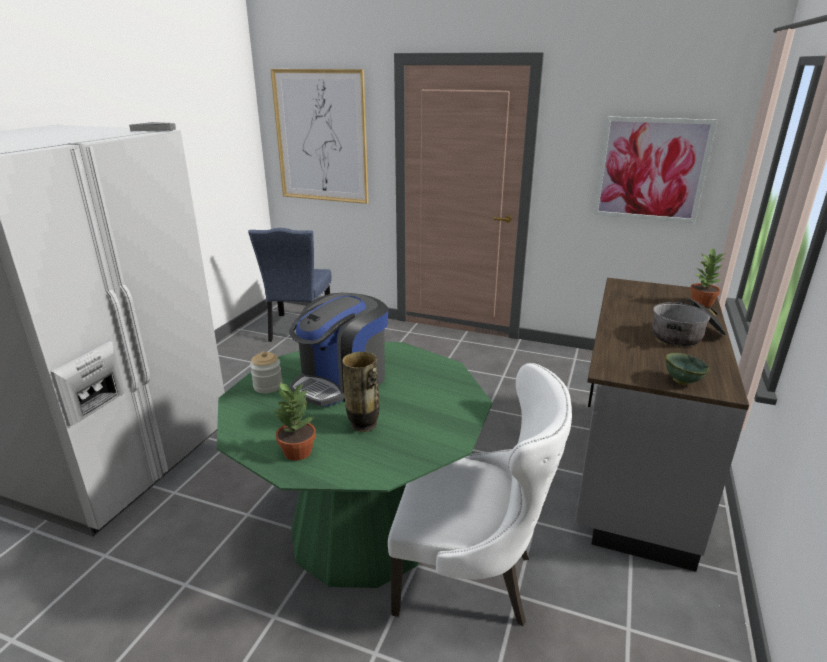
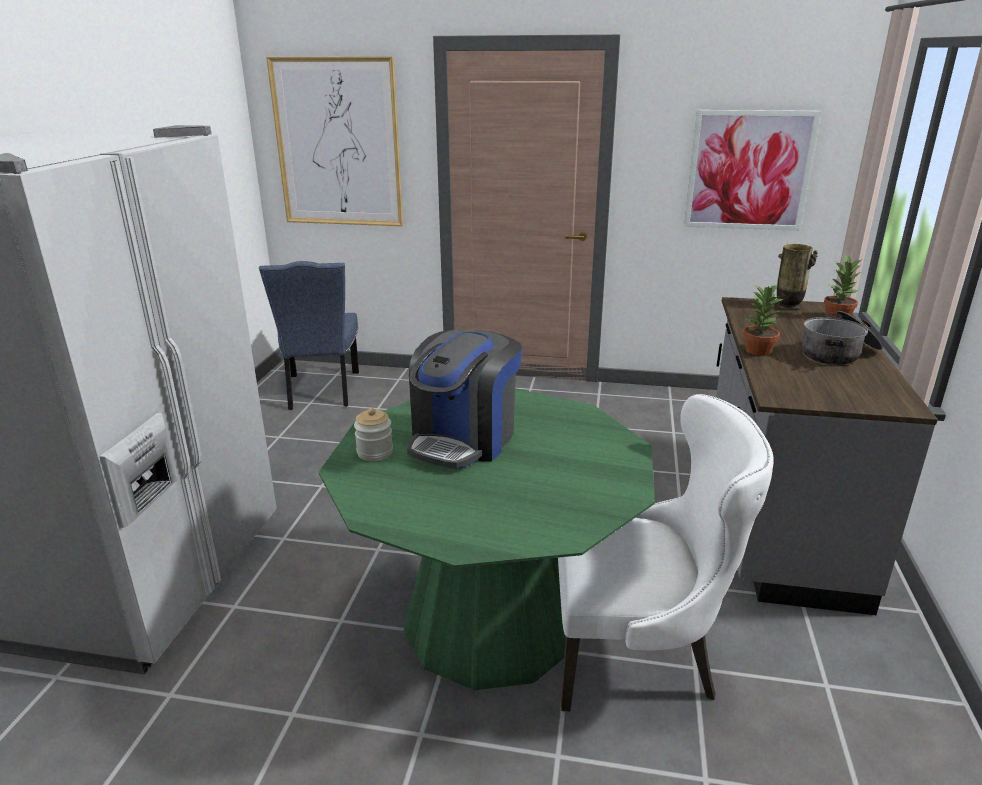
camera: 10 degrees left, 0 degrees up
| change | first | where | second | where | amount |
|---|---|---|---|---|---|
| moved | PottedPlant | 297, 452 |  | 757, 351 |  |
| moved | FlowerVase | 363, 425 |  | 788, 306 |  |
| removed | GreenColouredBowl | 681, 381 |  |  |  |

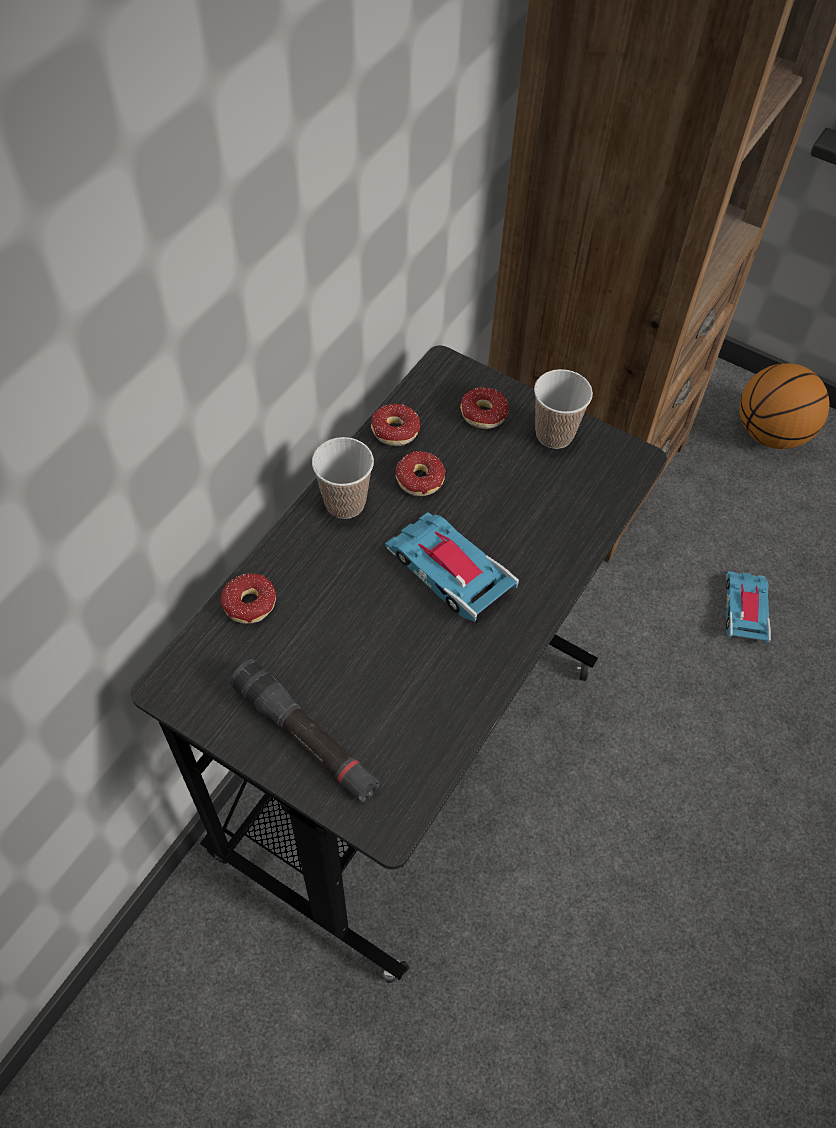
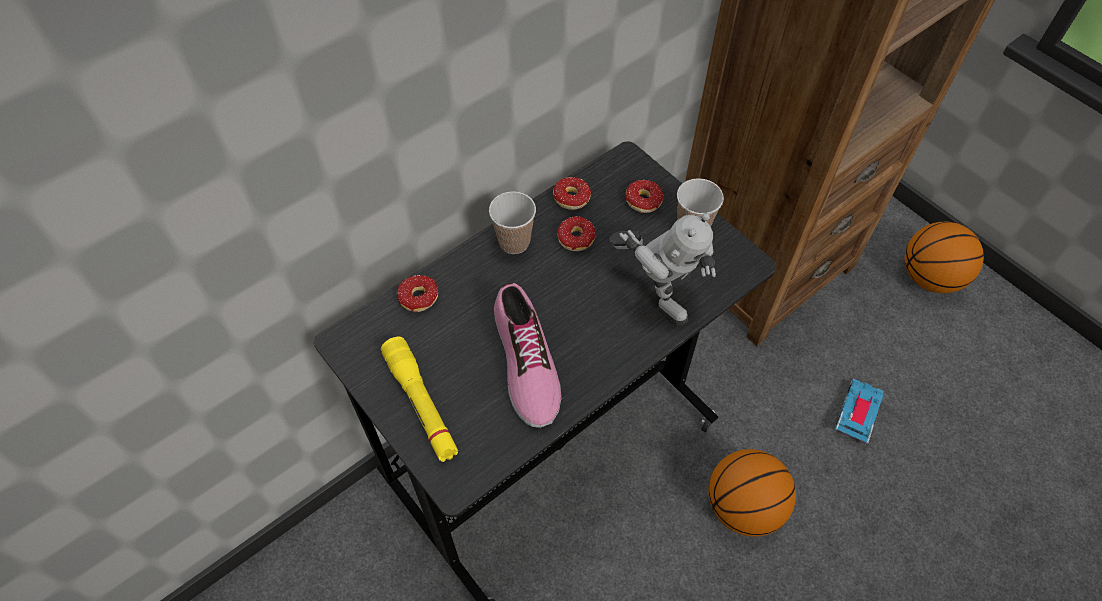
camera: 20 degrees right, 0 degrees up
| change | first | where | second | where | amount |
|---|---|---|---|---|---|
| recoloured | BlackishFlashlight | 306, 738 | YellowColouredFlashlight | 421, 404 |  |
| added |  |  | LowShoe | 524, 363 |  |
| added |  |  | ToyRobot | 657, 293 |  |
| added |  |  | Basketball | 742, 506 |  |
| removed | MiniatureCar | 449, 570 |  |  |  |

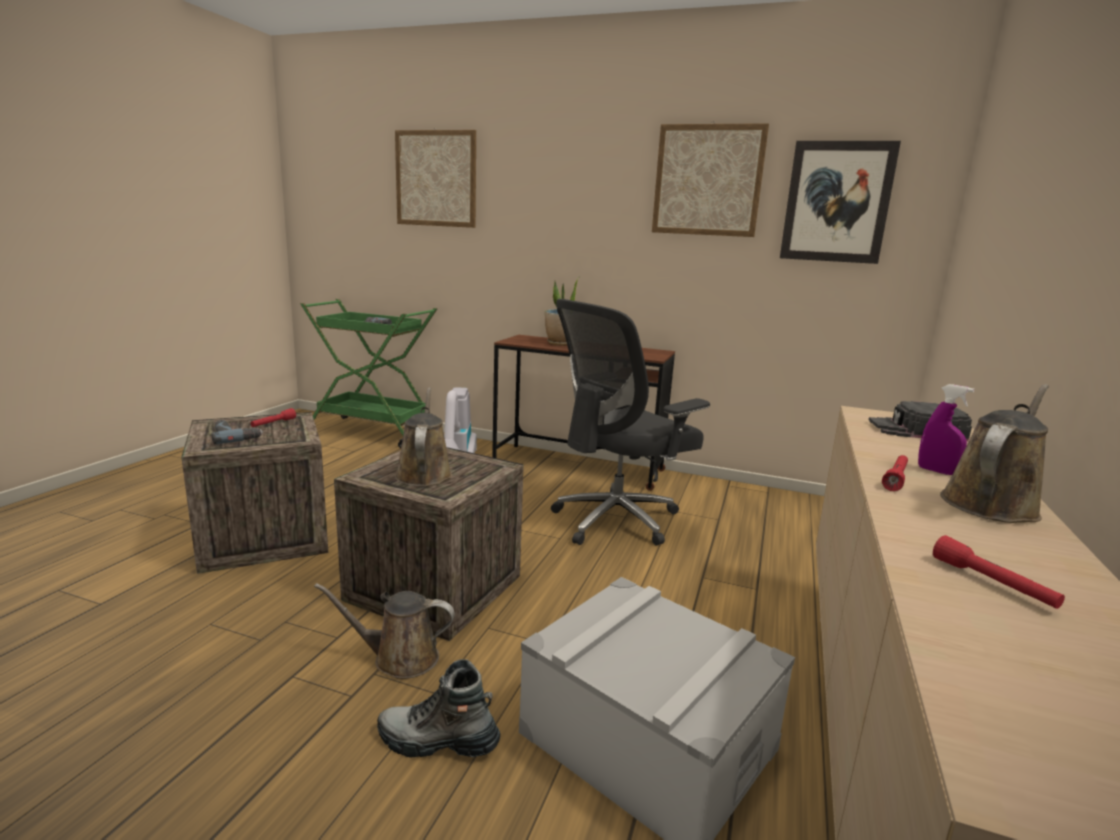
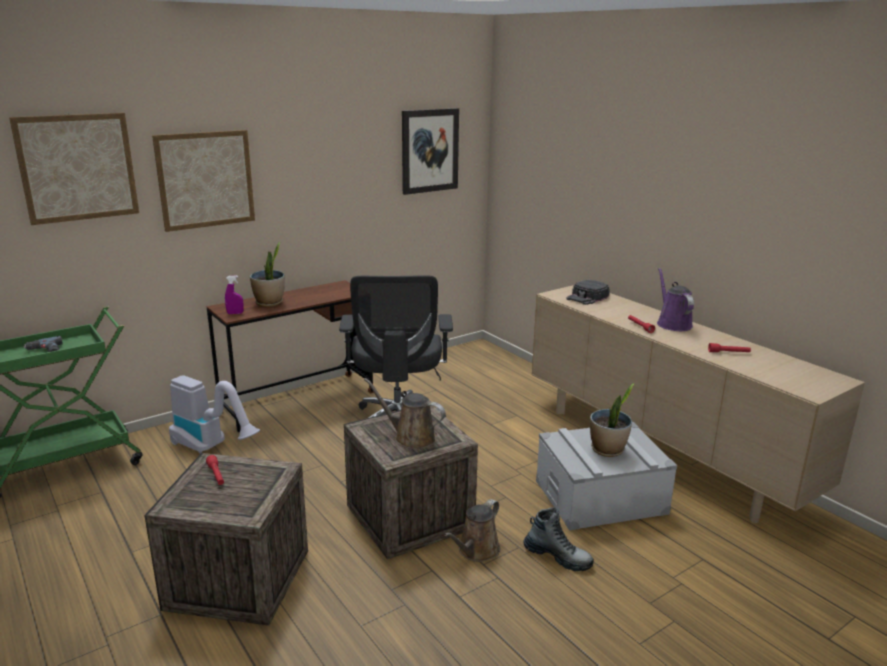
camera: 55 degrees left, 5 degrees up
| change | first | where | second | where | amount |
|---|---|---|---|---|---|
| moved | WallArt | 708, 179 |  | 205, 178 |  |
| moved | PurplishHandSprayer | 936, 471 |  | 235, 313 |  |
| turned | Boot | 437, 741 |  | 557, 557 | 105 degrees counterclockwise |
| added |  |  | PottedPlant | 608, 450 |  |
| recoloured | BrownSprinklingCan | 991, 503 | PurplishSprinklingCan | 672, 323 |  |
| removed | Drill | 235, 436 |  |  |  |

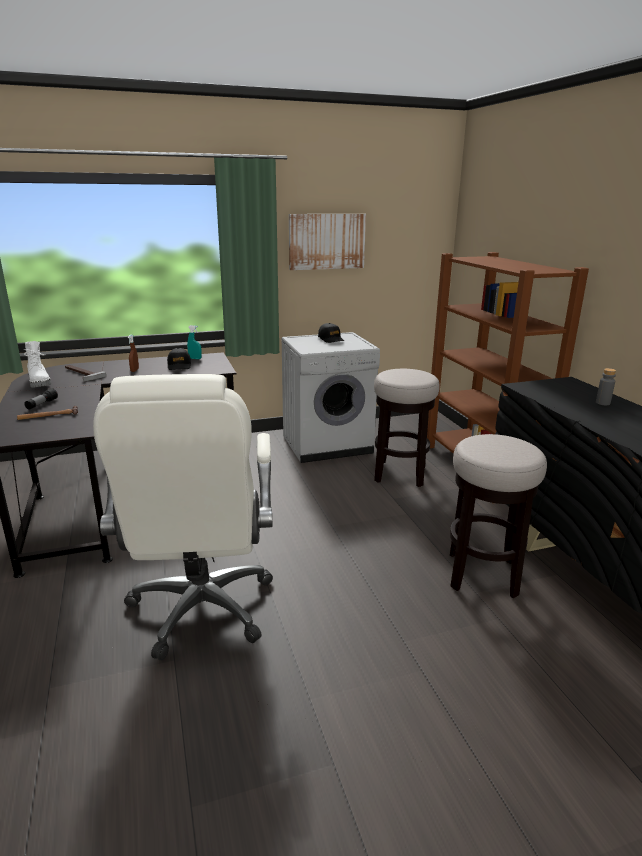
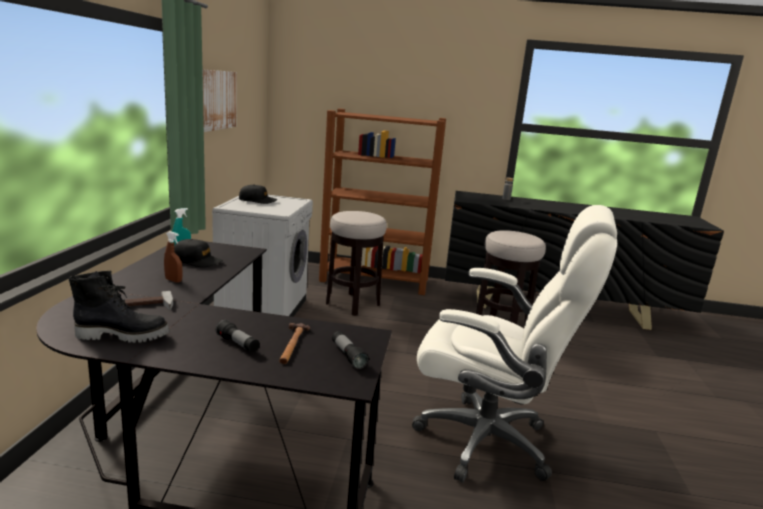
camera: 65 degrees left, 5 degrees down
| change | first | where | second | where | amount |
|---|---|---|---|---|---|
| recoloured | WhiteColouredBoot | 40, 382 | BlackishBoot | 123, 335 |  |
| added |  |  | Flashlight | 348, 356 |  |

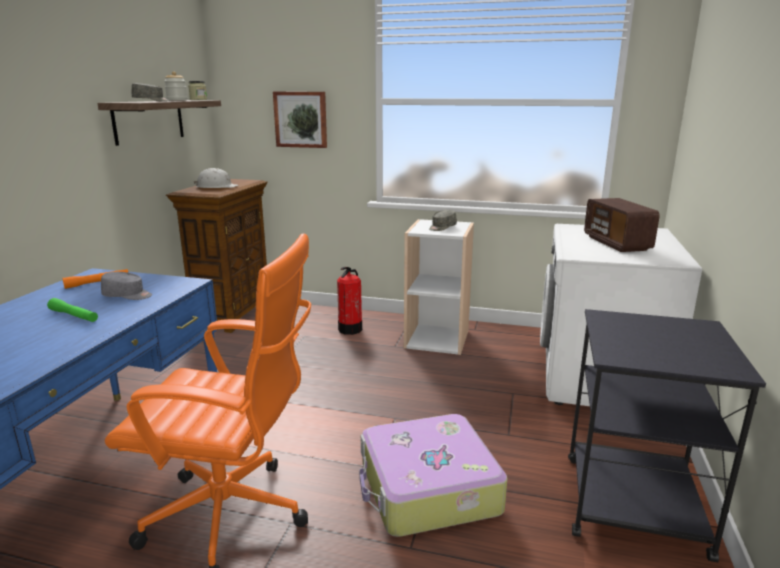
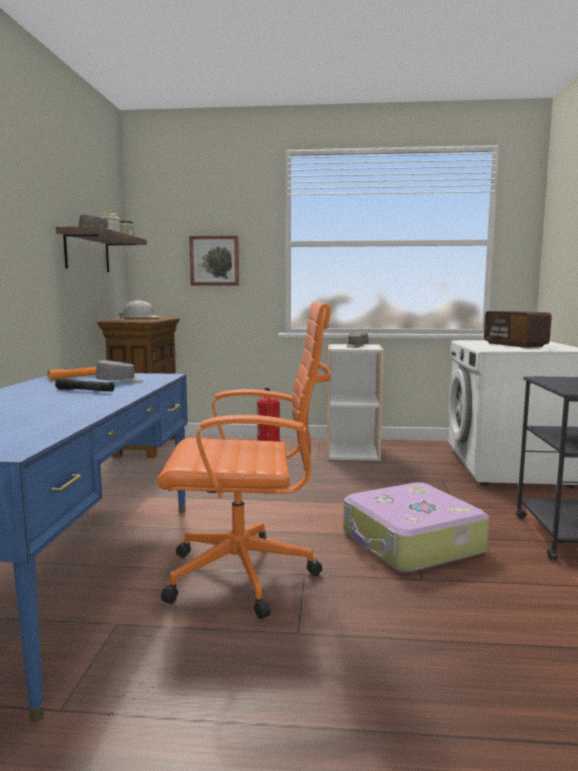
camera: 10 degrees left, 10 degrees down
| change | first | where | second | where | amount |
|---|---|---|---|---|---|
| recoloured | GreenColouredFlashlight | 74, 316 | BlackishFlashlight | 85, 391 |  |

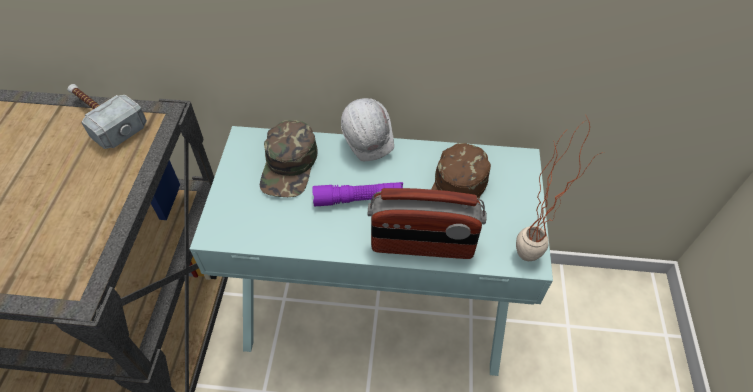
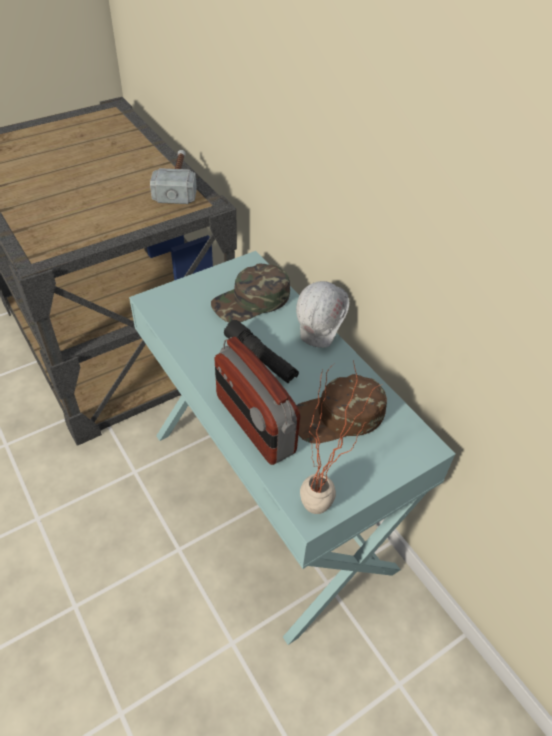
camera: 50 degrees right, 5 degrees down
| change | first | where | second | where | amount |
|---|---|---|---|---|---|
| recoloured | PurplishFlashlight | 358, 199 | BlackishFlashlight | 260, 358 |  |

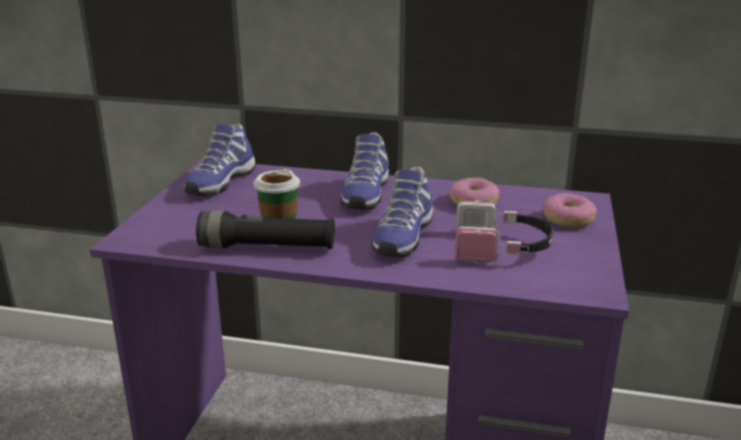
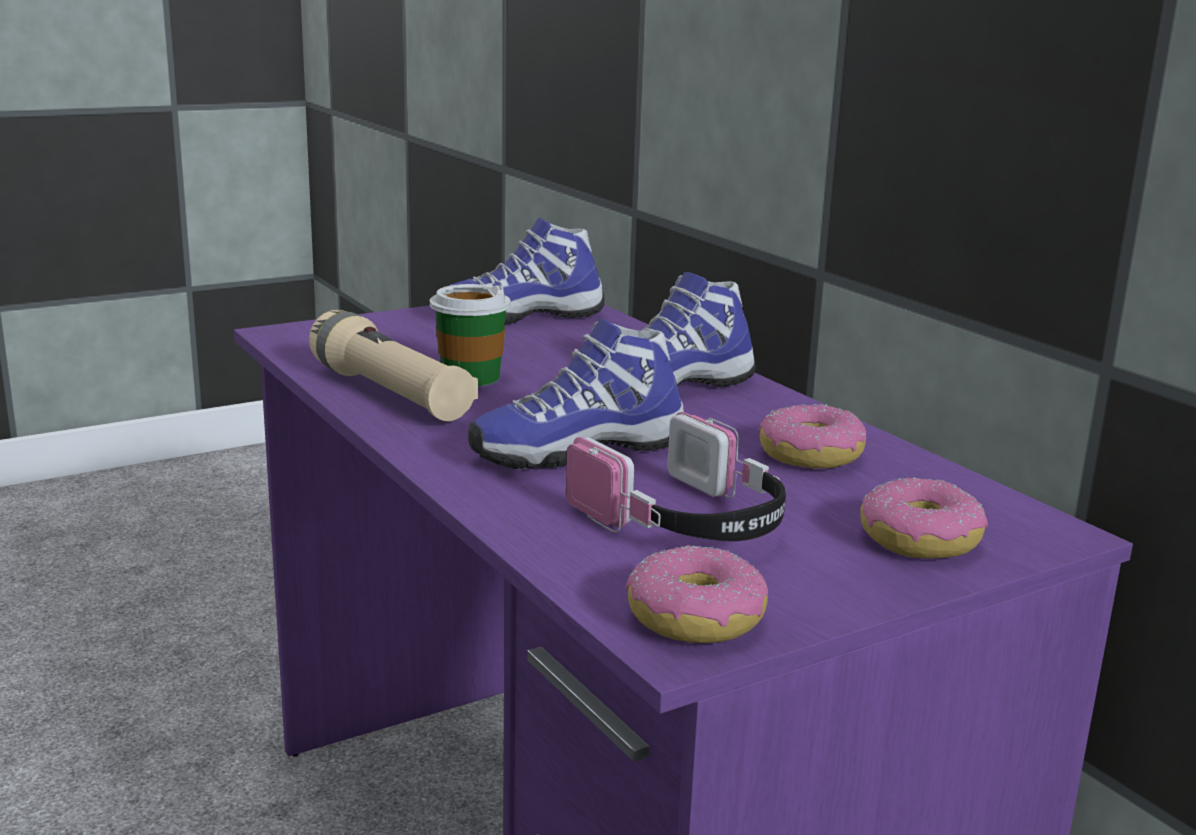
camera: 45 degrees right, 5 degrees down
| change | first | where | second | where | amount |
|---|---|---|---|---|---|
| recoloured | BlackishFlashlight | 267, 248 | SandColouredFlashlight | 390, 394 |  |
| added |  |  | Donut | 696, 618 |  |

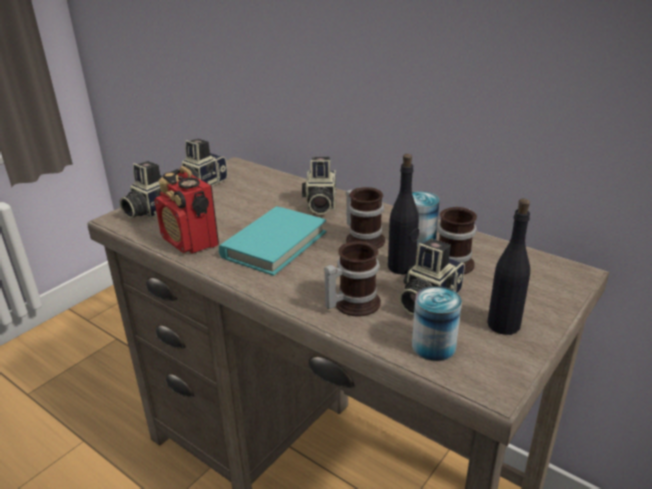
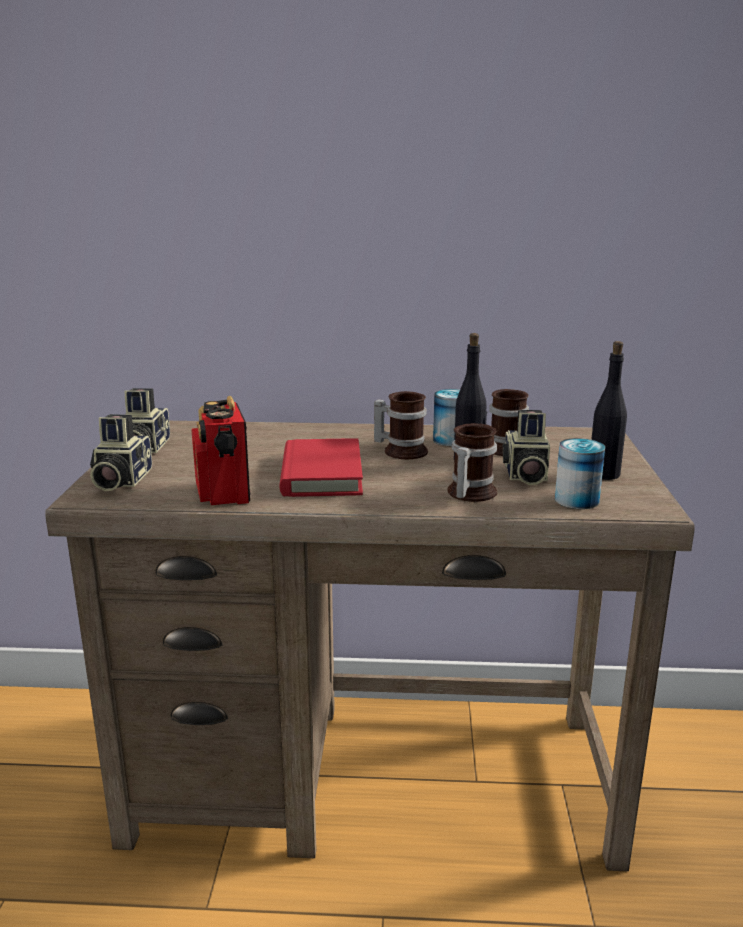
camera: 35 degrees left, 10 degrees down
| change | first | where | second | where | amount |
|---|---|---|---|---|---|
| turned | RadioReceiver | 190, 242 |  | 223, 493 | 60 degrees clockwise |
| recoloured | BlueGreenBook | 274, 244 | RedBook | 321, 474 |  |
| removed | PhotoCamera | 319, 204 |  |  |  |

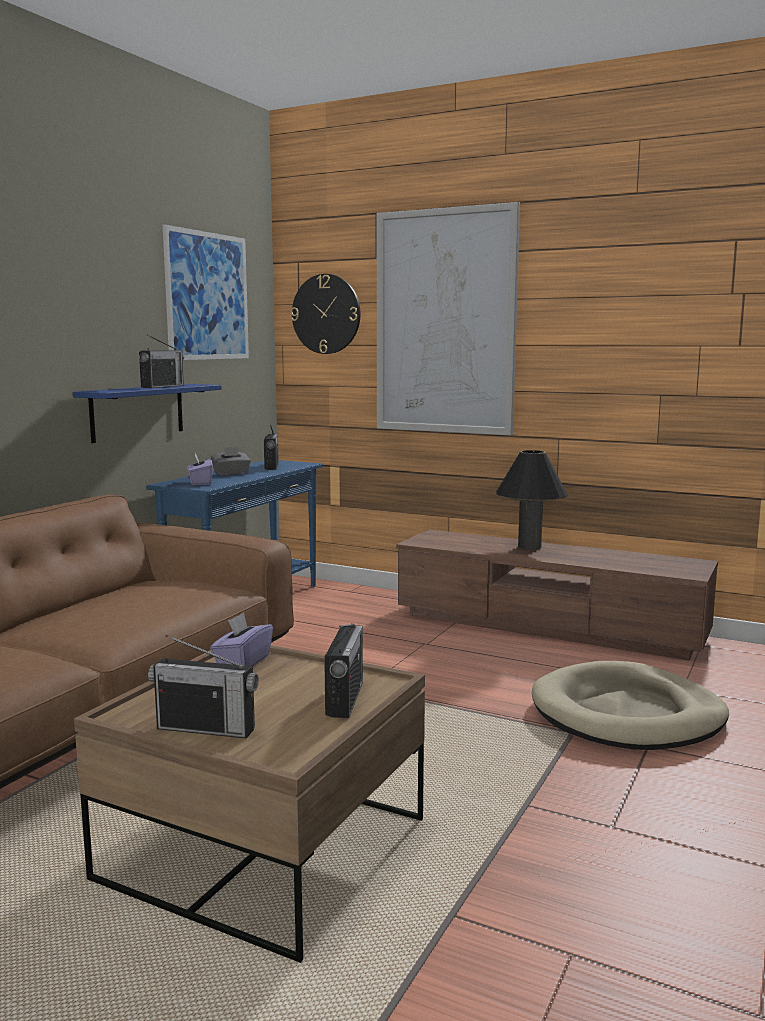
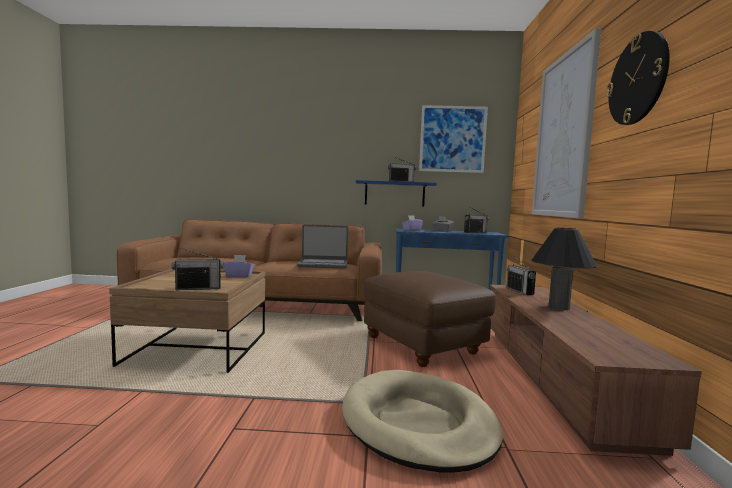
camera: 65 degrees right, 5 degrees down
| change | first | where | second | where | amount |
|---|---|---|---|---|---|
| added |  |  | Laptop | 323, 264 |  |
| added |  |  | BrownOttoman | 423, 344 |  |
| moved | RadioReceiver | 206, 728 |  | 519, 291 |  |
| moved | ClockOnTheWall | 326, 314 |  | 637, 79 |  |

